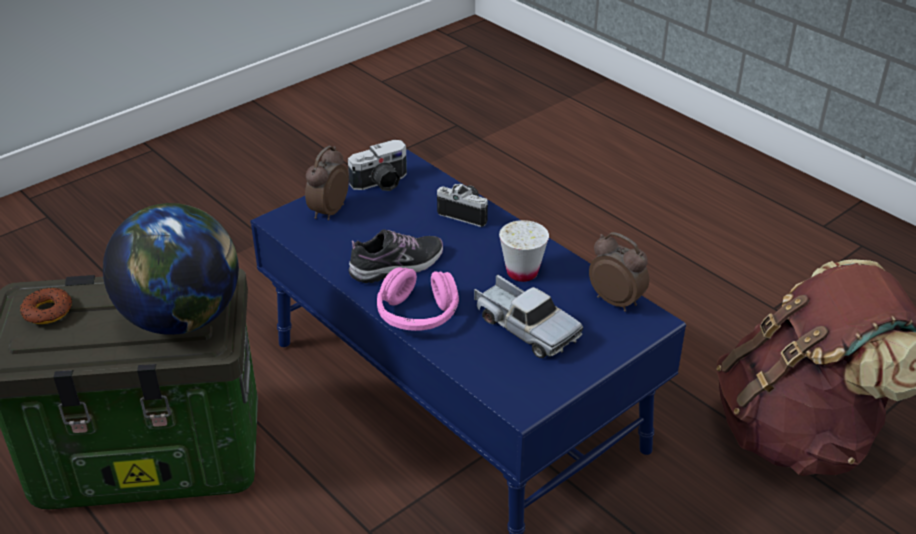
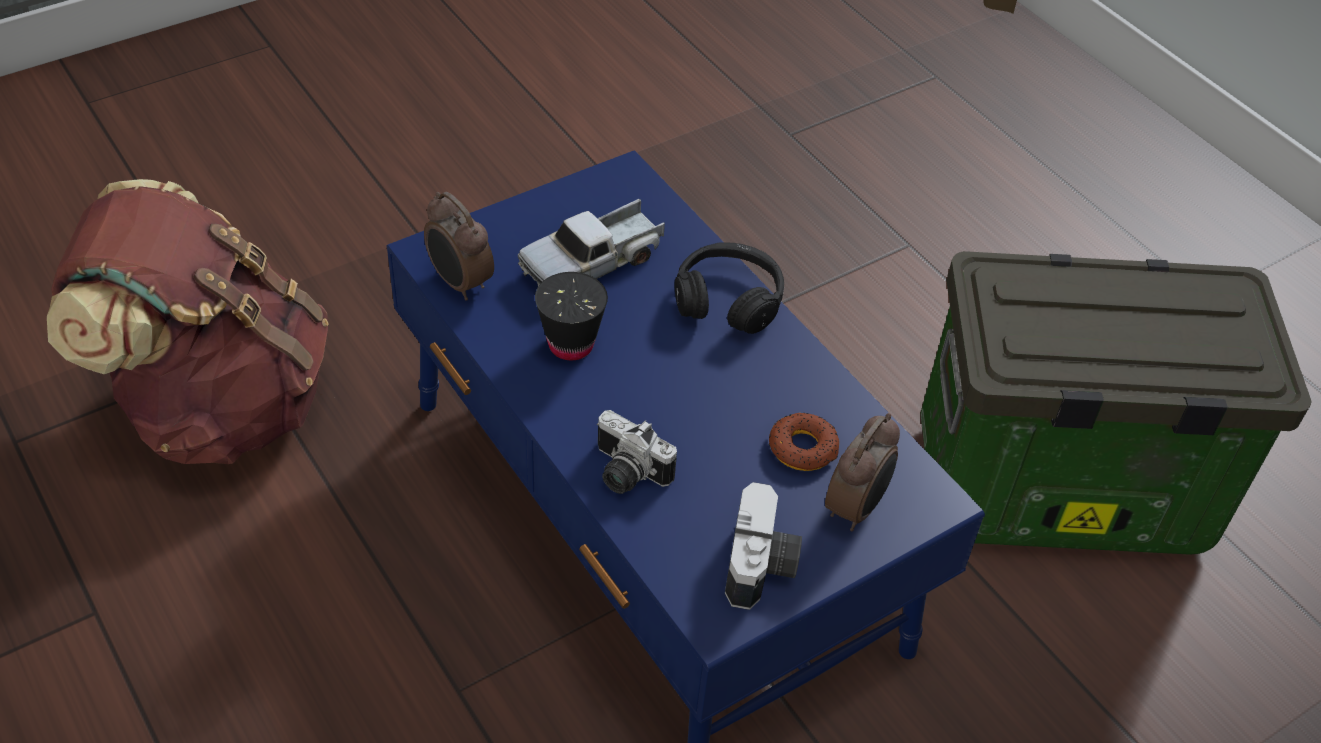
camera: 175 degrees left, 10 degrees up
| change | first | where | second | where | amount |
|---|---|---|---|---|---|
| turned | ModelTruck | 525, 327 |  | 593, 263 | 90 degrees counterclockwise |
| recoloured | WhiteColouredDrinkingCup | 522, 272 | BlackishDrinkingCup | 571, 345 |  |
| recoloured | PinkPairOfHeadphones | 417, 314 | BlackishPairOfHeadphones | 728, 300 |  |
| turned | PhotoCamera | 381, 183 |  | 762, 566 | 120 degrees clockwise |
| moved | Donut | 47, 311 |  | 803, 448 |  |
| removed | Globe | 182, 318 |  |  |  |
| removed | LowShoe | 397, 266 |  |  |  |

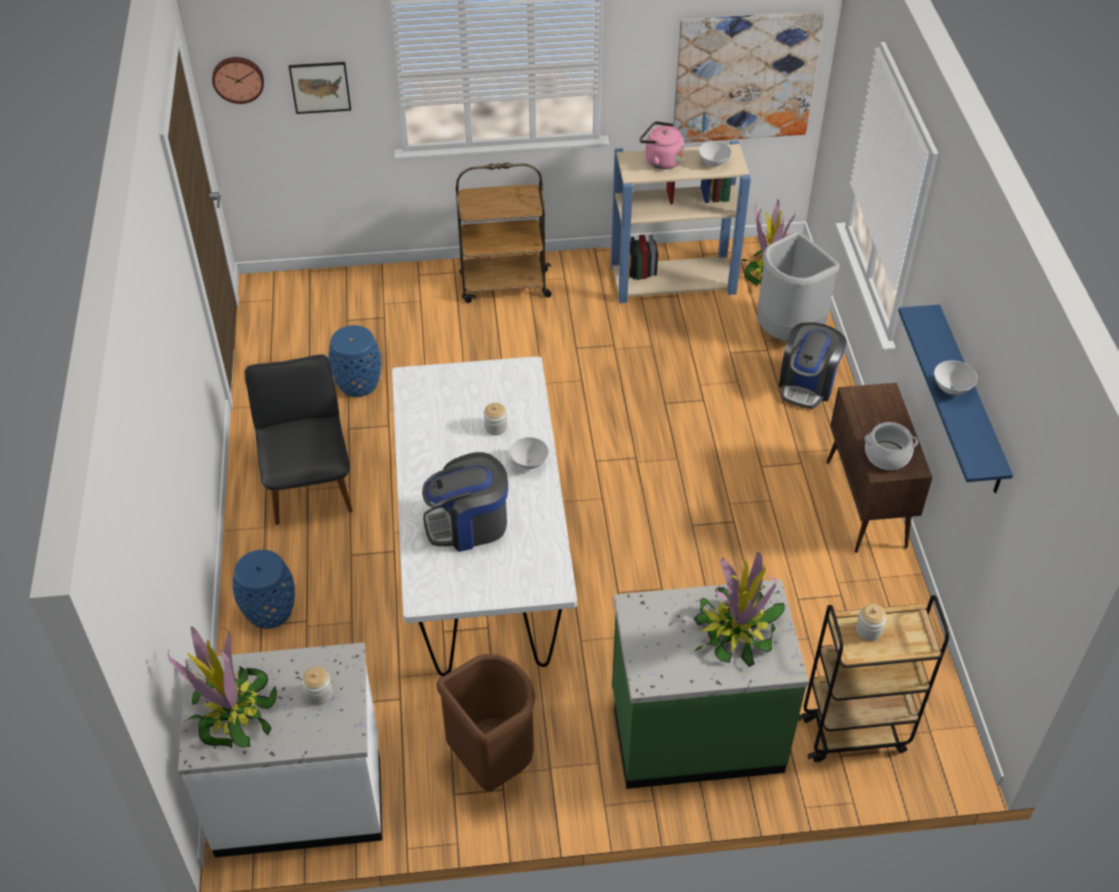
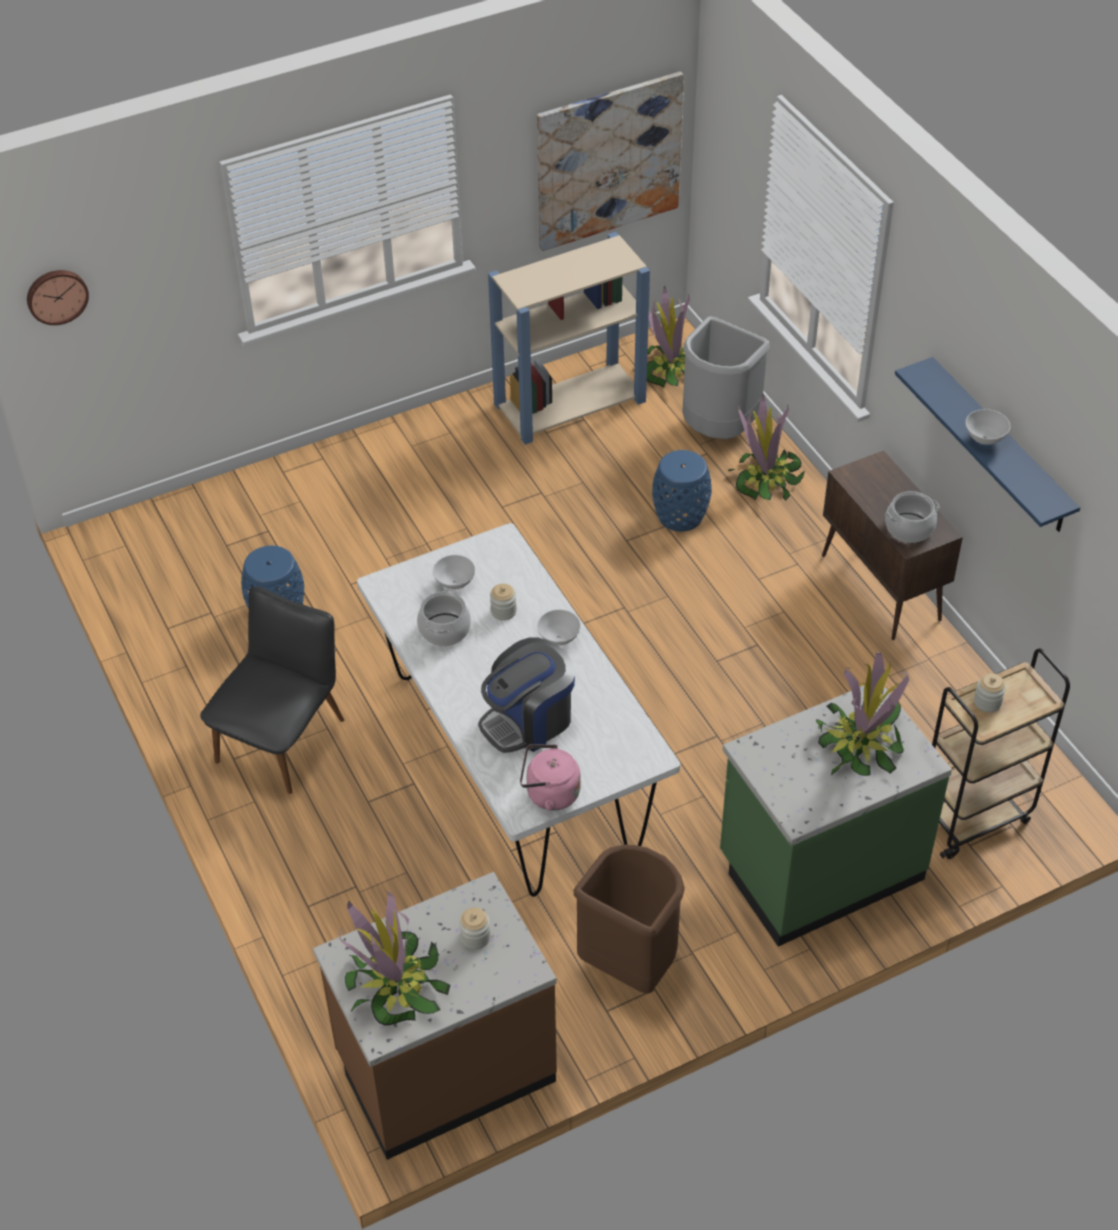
camera: 20 degrees left, 0 degrees up
| change | first | where | second | where | amount |
|---|---|---|---|---|---|
| turned | BlackishPlainChair | 309, 484 |  | 280, 740 | 60 degrees clockwise |
| recoloured | WhiteColouredCounter | 299, 796 | BrownCounter | 445, 1067 |  |
| added |  |  | Stockpot | 444, 630 |  |
| moved | WhiteColouredBowl | 713, 163 |  | 454, 583 |  |
| moved | PinkWaterKettle | 660, 160 |  | 549, 794 |  |
| moved | BlueColouredStool | 269, 610 |  | 680, 516 |  |
| replaced | CoffeeMachine | 807, 384 | PottedPlant | 765, 479 |  |
| removed | WallArt | 320, 87 |  |  |  |
| removed | BrownWheeledCart | 504, 286 |  |  |  |

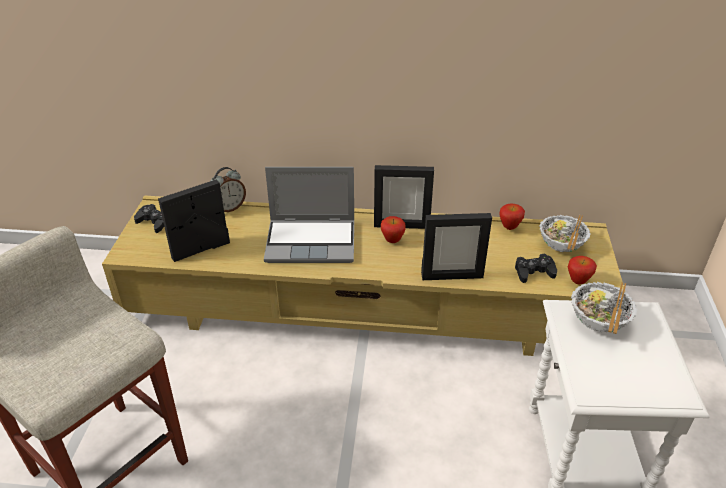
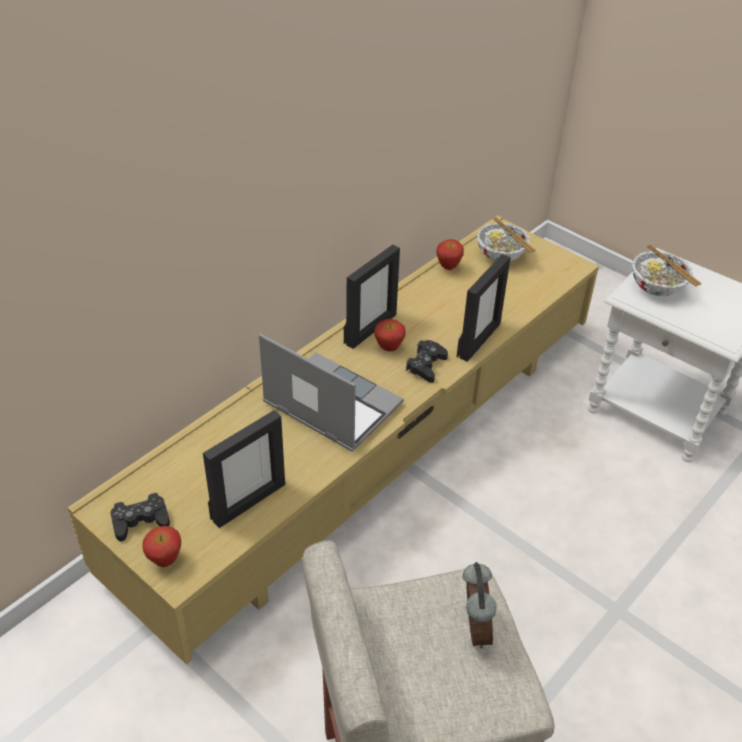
camera: 55 degrees left, 5 degrees up
| change | first | where | second | where | amount |
|---|---|---|---|---|---|
| moved | Apple | 578, 281 |  | 165, 560 |  |
| turned | StandingFrame | 201, 250 |  | 248, 501 | 135 degrees counterclockwise |
| turned | Laptop | 312, 242 |  | 330, 404 | 90 degrees counterclockwise |
| moved | BlackishJoypad | 534, 272 |  | 426, 365 |  |
| moved | AlarmClock | 229, 208 |  | 473, 628 |  |

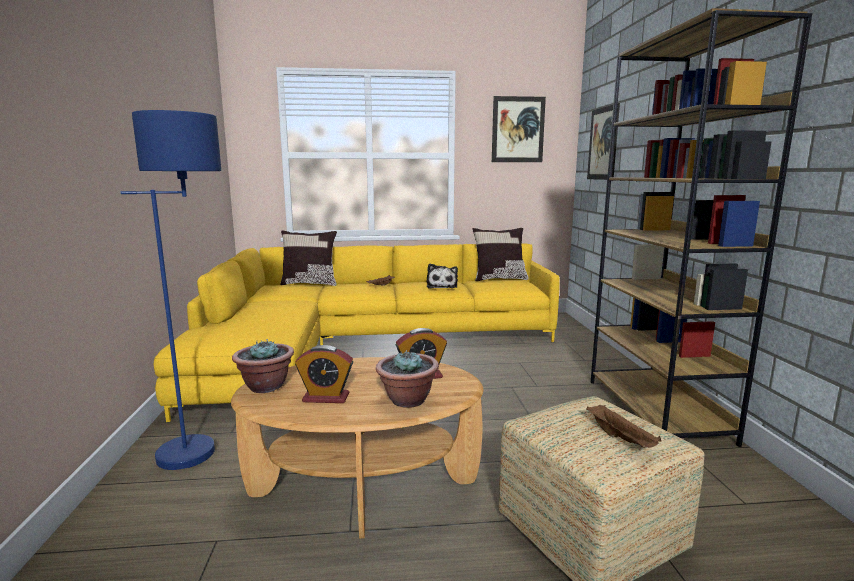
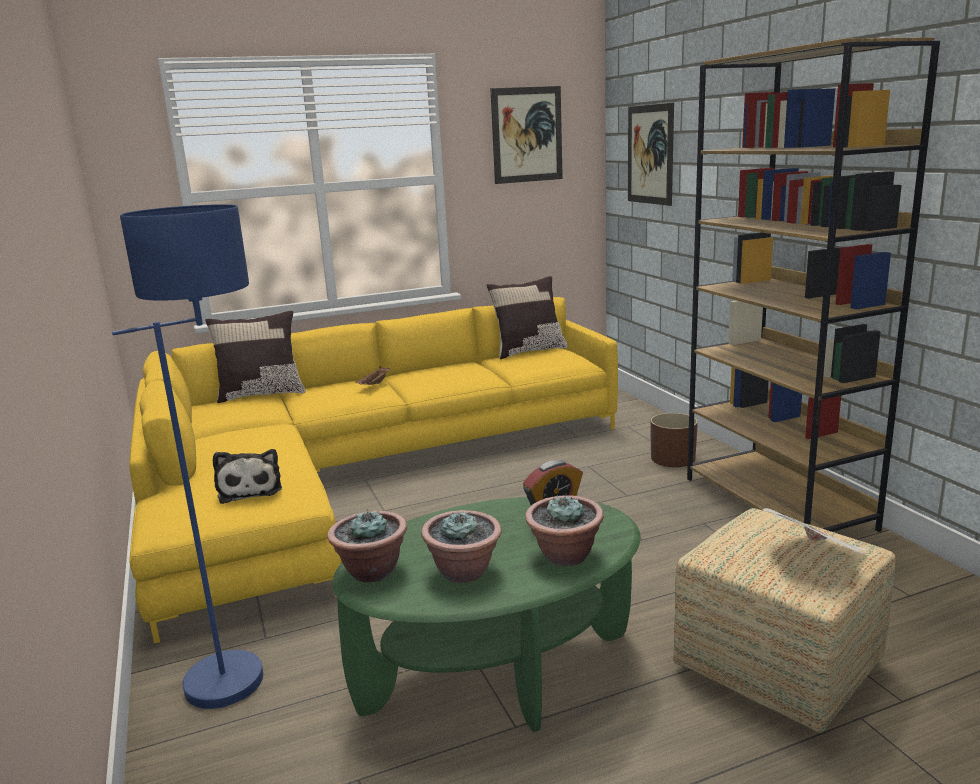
camera: 15 degrees left, 5 degrees up
| change | first | where | second | where | amount |
|---|---|---|---|---|---|
| moved | PlushToy | 442, 286 |  | 250, 489 |  |
| recoloured | BrownLoungeTable | 364, 488 | GreenColouredLoungeTable | 498, 672 |  |
| replaced | AlarmClock | 326, 398 | PottedPlant | 464, 571 |  |
| added |  |  | BrownPlanter | 673, 458 |  |
| replaced | BrownCarryingTray | 621, 438 | PrintedPaper | 816, 556 |  |

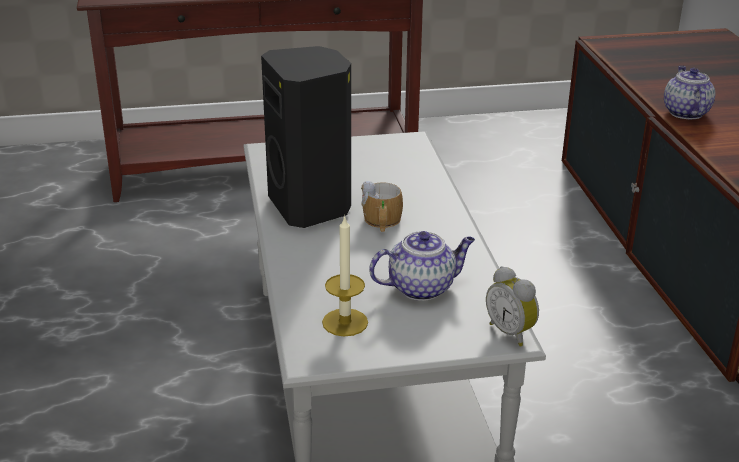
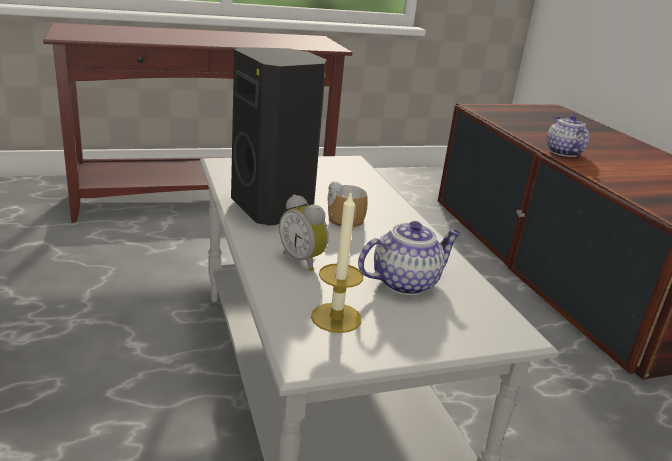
camera: 10 degrees left, 5 degrees down
| change | first | where | second | where | amount |
|---|---|---|---|---|---|
| moved | AlarmClock | 512, 332 |  | 303, 260 |  |

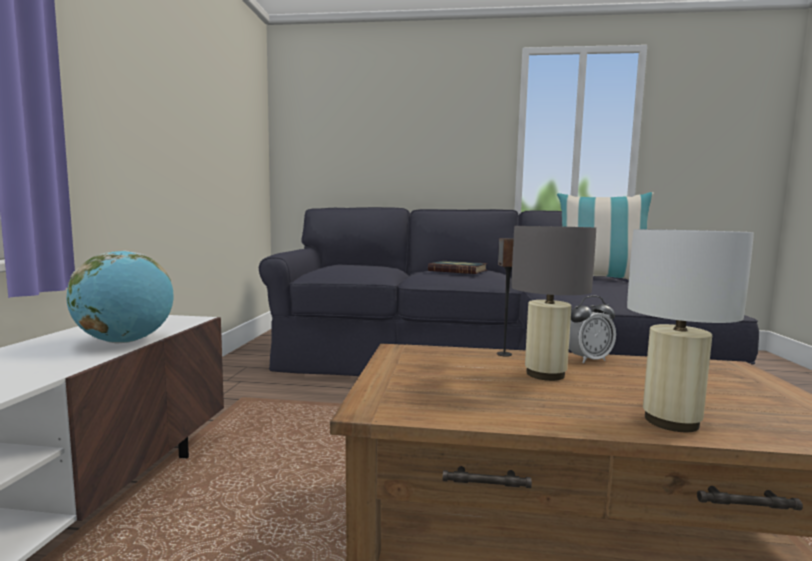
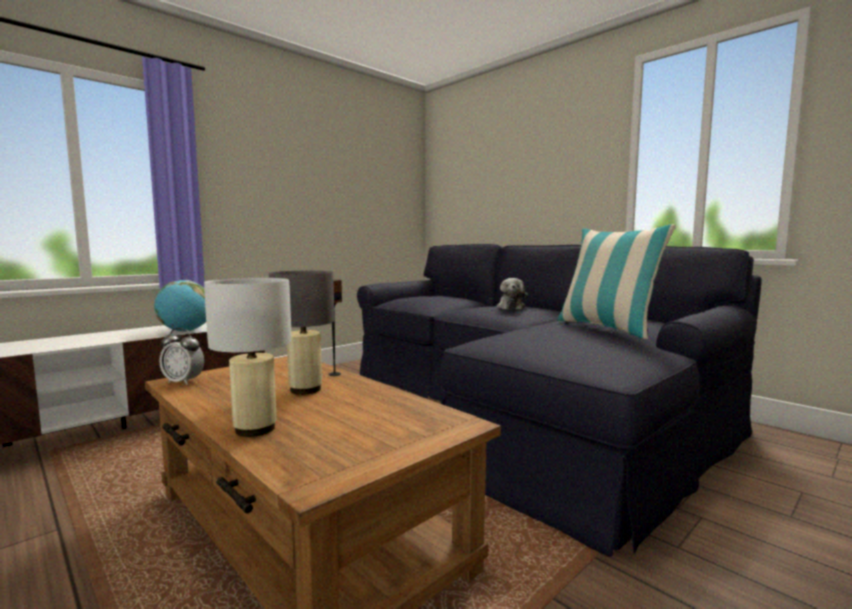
camera: 40 degrees right, 0 degrees up
| change | first | where | second | where | amount |
|---|---|---|---|---|---|
| moved | AlarmClock | 588, 360 |  | 183, 382 |  |
| replaced | Book | 458, 270 | PlushToy | 510, 307 |  |

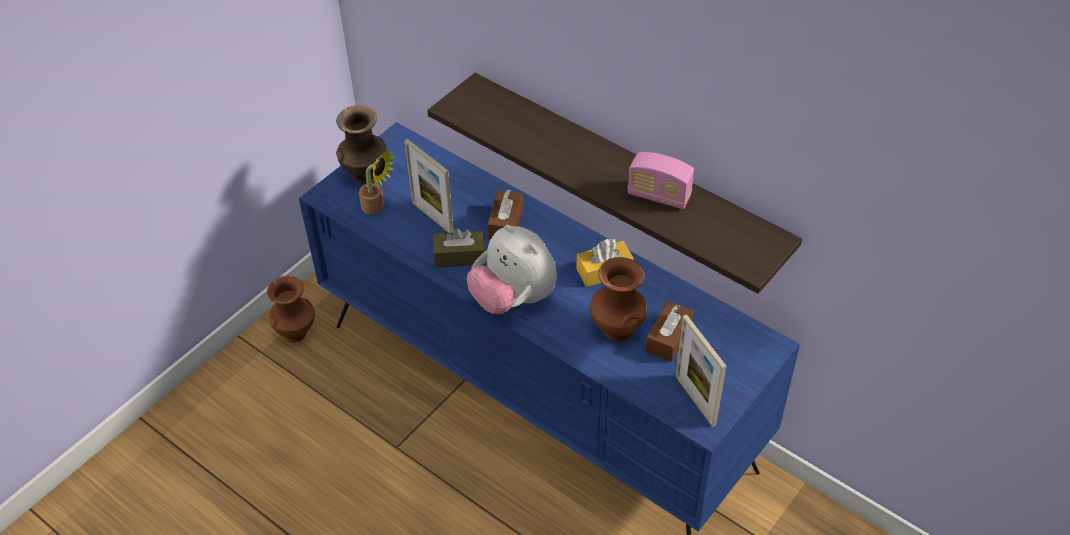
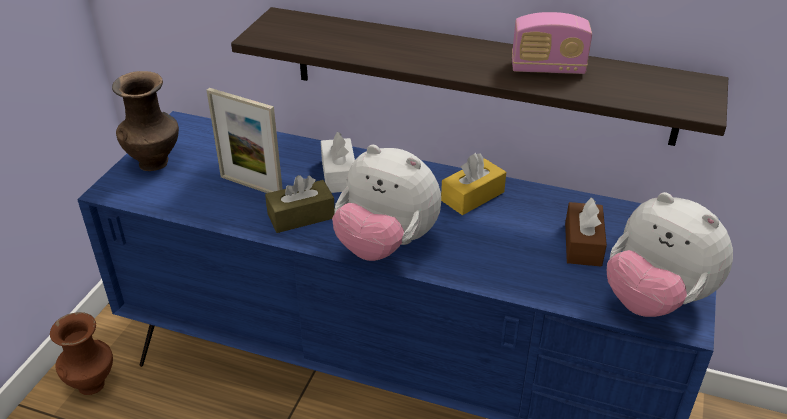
camera: 20 degrees left, 10 degrees down
| change | first | where | second | where | amount |
|---|---|---|---|---|---|
| recoloured | BrownTissueHolder | 506, 223 | WhiteColouredTissueHolder | 339, 175 |  |
| replaced | StandingFrame | 695, 400 | PlushToy | 655, 299 |  |
| removed | PottedPlant | 377, 207 |  |  |  |
| removed | BrownFlowerVase | 616, 330 |  |  |  |

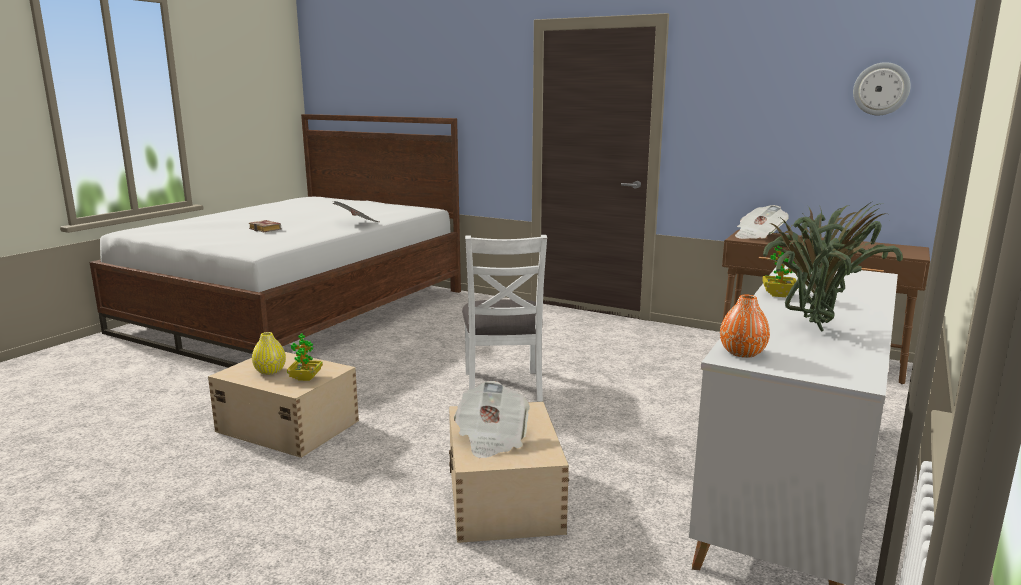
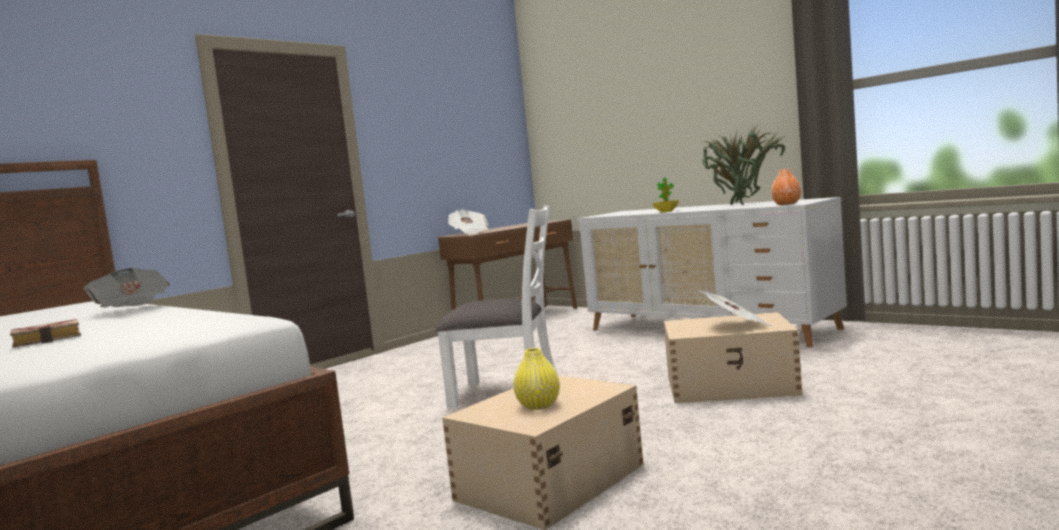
camera: 75 degrees left, 10 degrees down
| change | first | where | second | where | amount |
|---|---|---|---|---|---|
| removed | PottedPlant | 305, 378 |  |  |  |
| removed | ClockOnTheWall | 881, 89 |  |  |  |

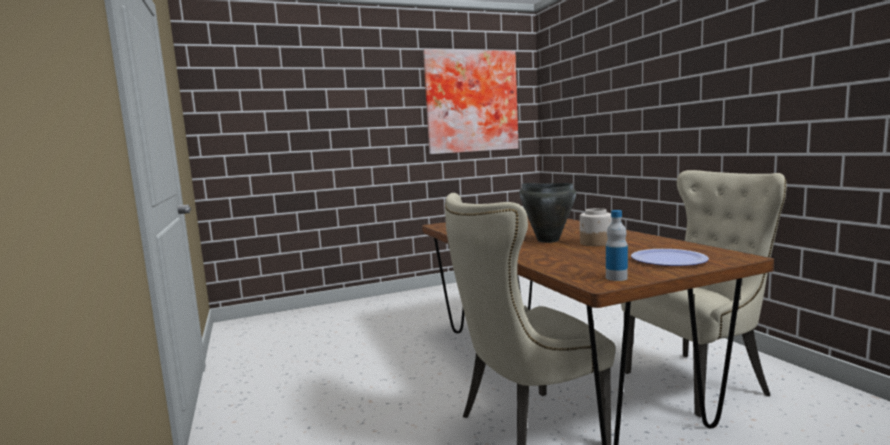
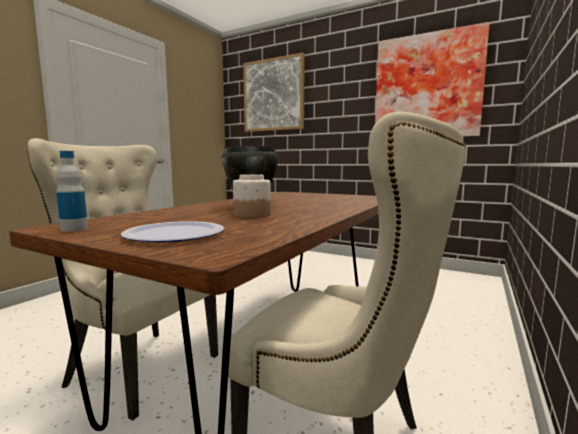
camera: 50 degrees right, 0 degrees up
| change | first | where | second | where | amount |
|---|---|---|---|---|---|
| added |  |  | WallArt | 273, 95 |  |

